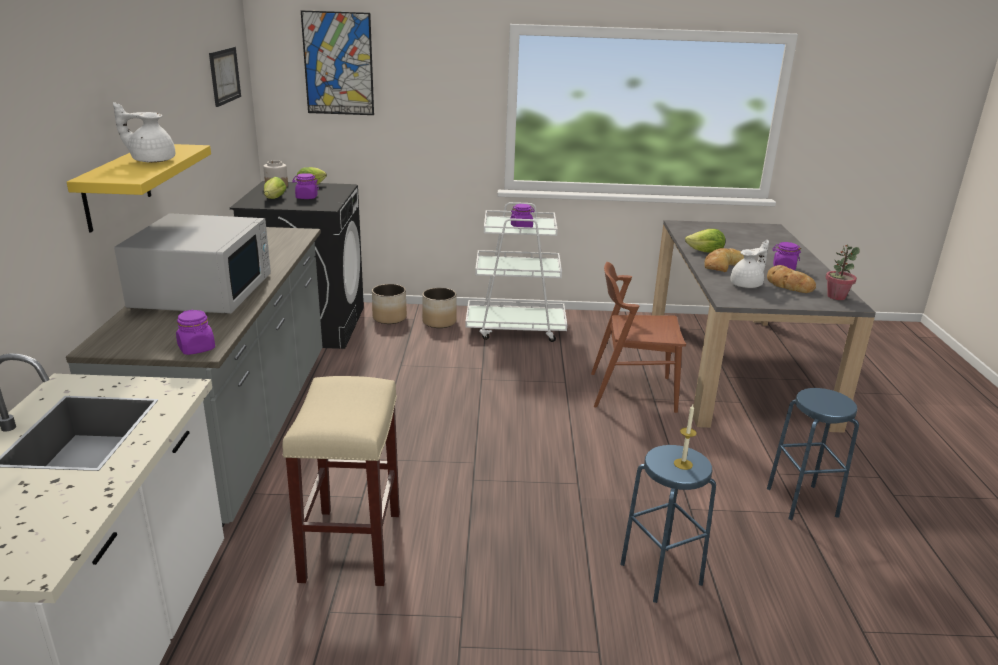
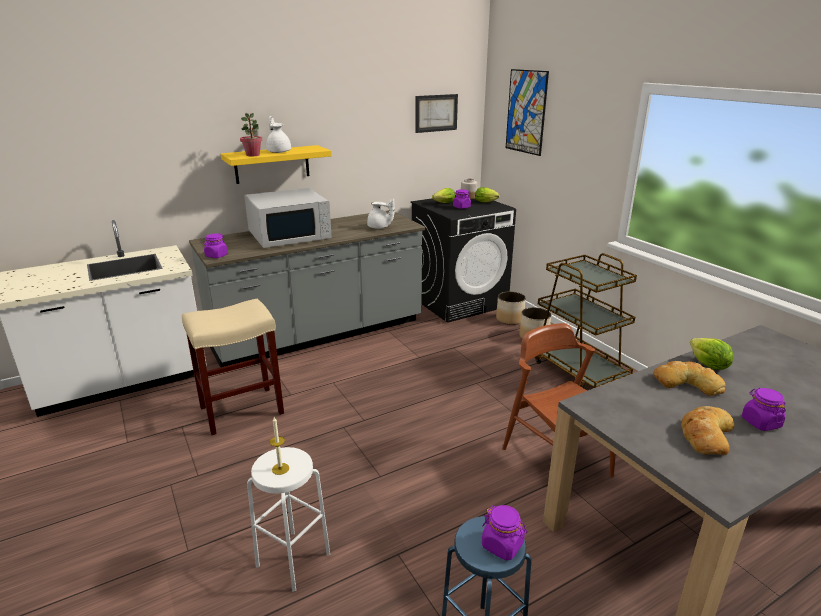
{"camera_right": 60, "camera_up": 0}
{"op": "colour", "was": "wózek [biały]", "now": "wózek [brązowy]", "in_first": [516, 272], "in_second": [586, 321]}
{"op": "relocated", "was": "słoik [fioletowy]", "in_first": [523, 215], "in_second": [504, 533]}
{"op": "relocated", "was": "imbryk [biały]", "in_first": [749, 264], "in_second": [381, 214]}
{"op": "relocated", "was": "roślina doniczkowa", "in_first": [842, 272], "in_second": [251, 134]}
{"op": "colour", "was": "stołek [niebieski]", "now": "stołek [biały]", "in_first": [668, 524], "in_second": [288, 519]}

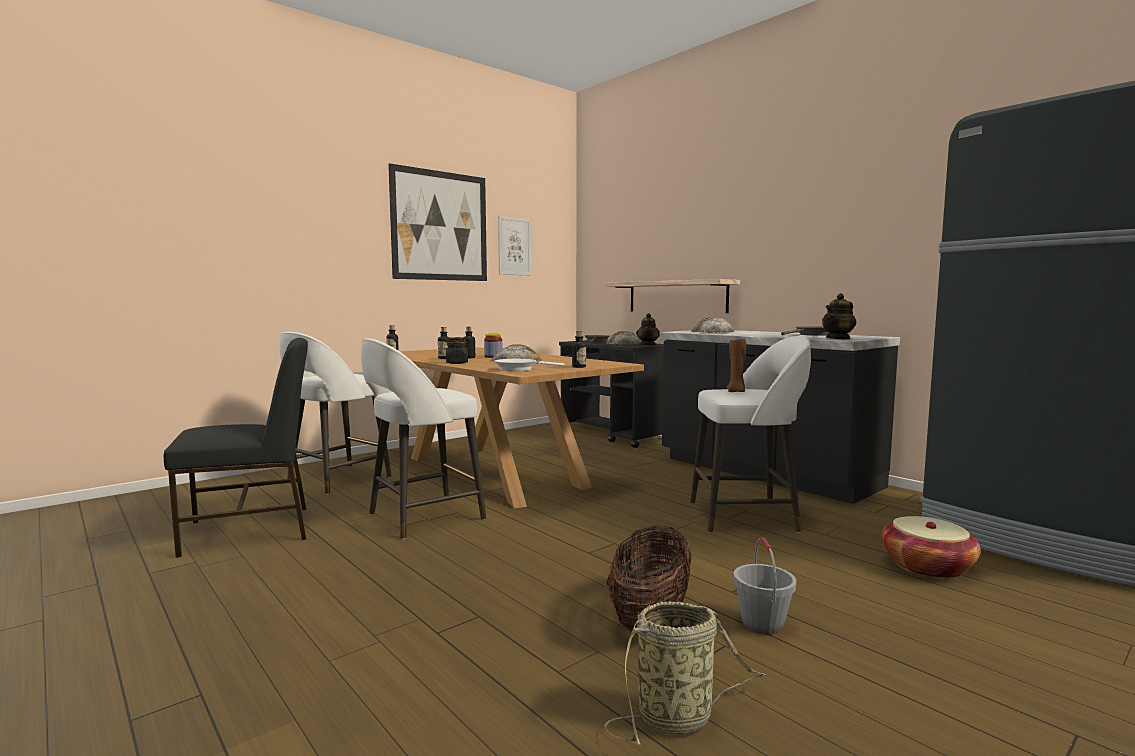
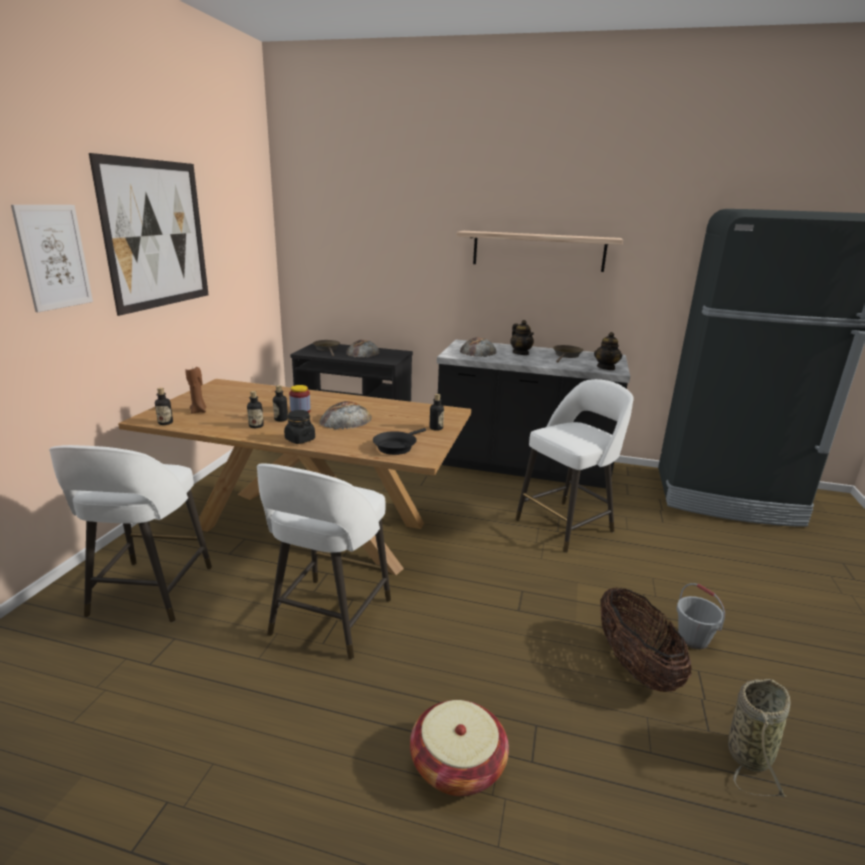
{"camera_right": -35, "camera_up": 15}
{"op": "relocated", "was": "obraz", "in_first": [514, 246], "in_second": [52, 258]}
{"op": "relocated", "was": "półka", "in_first": [672, 296], "in_second": [539, 251]}
{"op": "relocated", "was": "imbryk", "in_first": [648, 329], "in_second": [522, 337]}
{"op": "missing", "was": "krzesło [czarny]", "in_first": [236, 448]}
{"op": "relocated", "was": "świeca [brązowy]", "in_first": [736, 365], "in_second": [195, 390]}
{"op": "colour", "was": "patelnia [biały]", "now": "patelnia [czarny]", "in_first": [529, 365], "in_second": [399, 441]}
{"op": "relocated", "was": "koszyk", "in_first": [931, 547], "in_second": [459, 748]}

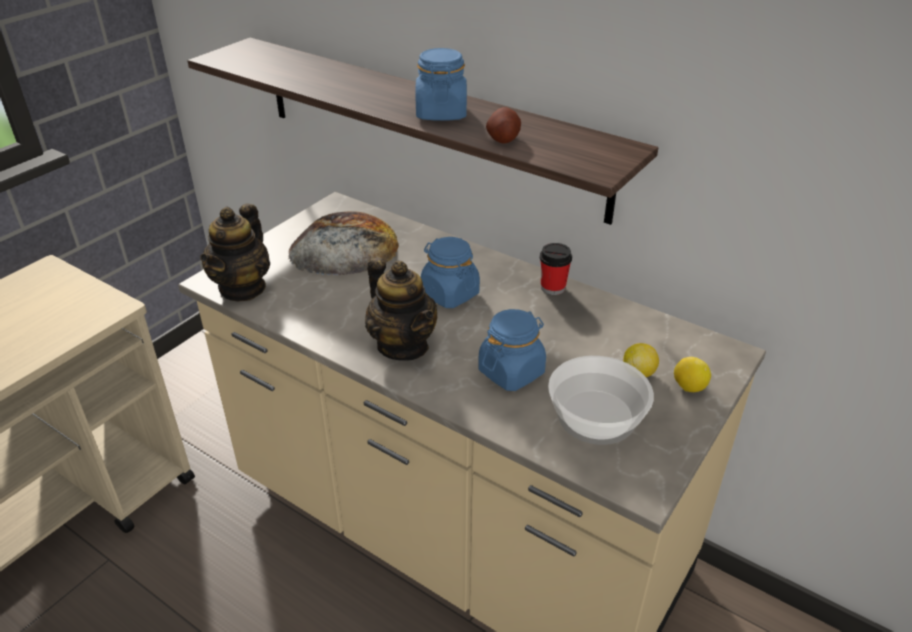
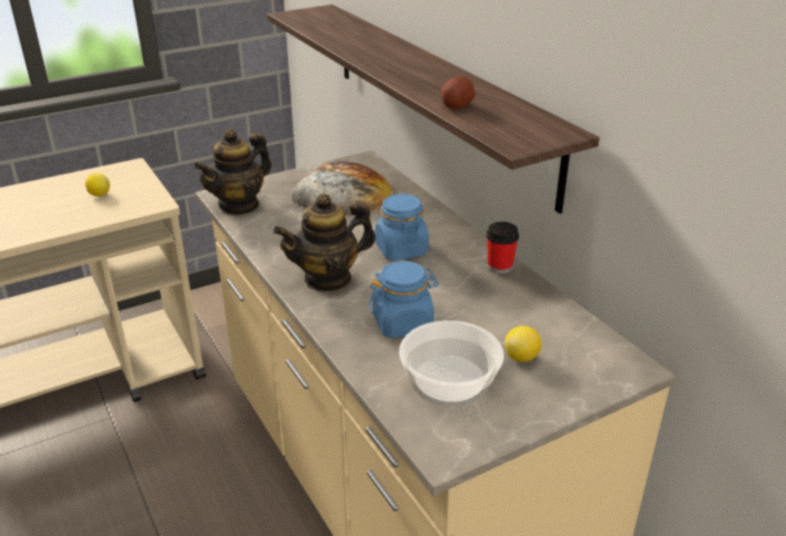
{"camera_right": 25, "camera_up": -5}
{"op": "missing", "was": "słoik [niebieski]", "in_first": [441, 84]}
{"op": "spun", "was": "imbryk", "in_first": [401, 309], "in_second": [324, 242], "clockwise": 75}
{"op": "relocated", "was": "cytryna", "in_first": [692, 374], "in_second": [97, 185]}

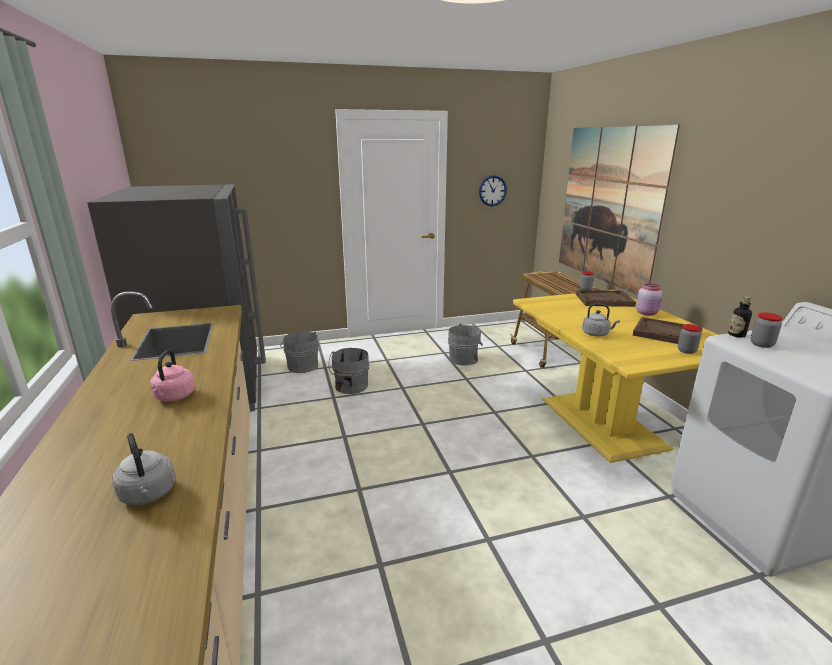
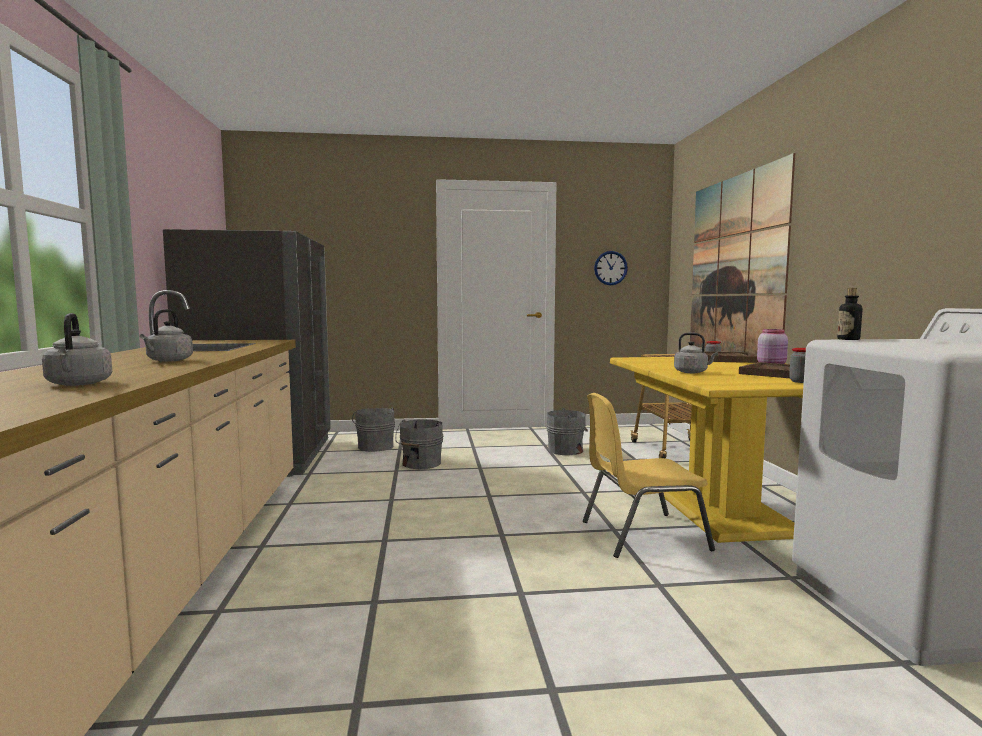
{"camera_right": 10, "camera_up": -15}
{"op": "missing", "was": "słoik", "in_first": [767, 330]}
{"op": "colour", "was": "czajnik [różowy]", "now": "czajnik [szary]", "in_first": [173, 376], "in_second": [166, 335]}
{"op": "appeared", "now": "krzesło [żółty]", "in_second": [649, 475]}

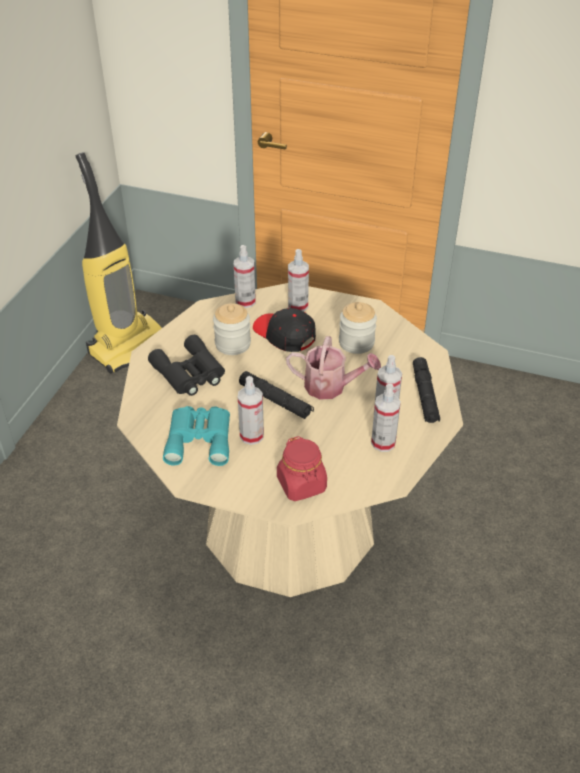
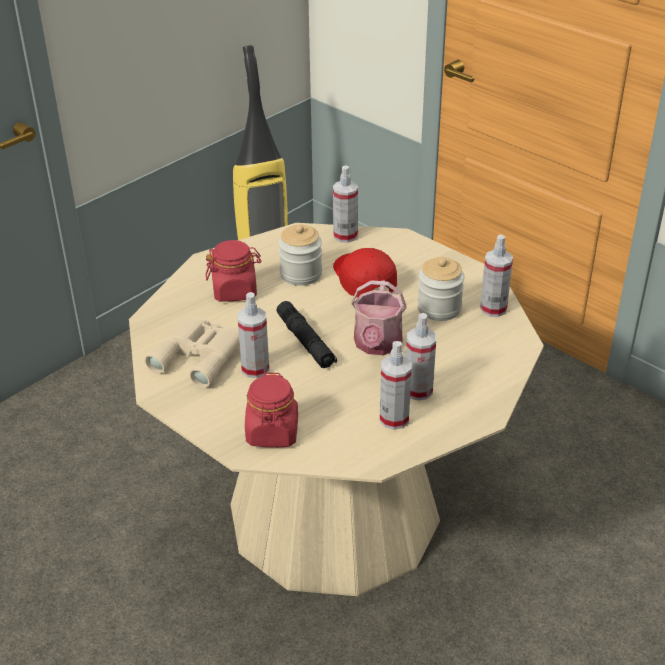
{"camera_right": 25, "camera_up": -5}
{"op": "relocated", "was": "spryskiwacz", "in_first": [298, 280], "in_second": [496, 276]}
{"op": "colour", "was": "czapka z daszkiem [czarny]", "now": "czapka z daszkiem [czerwony]", "in_first": [284, 330], "in_second": [365, 273]}
{"op": "exchanged", "was": "lornetka [czarny]", "now": "słoik [czerwony]", "in_first": [186, 365], "in_second": [234, 271]}
{"op": "spun", "was": "konewka", "in_first": [333, 368], "in_second": [379, 317], "clockwise": 60}
{"op": "missing", "was": "latarka [czarny]", "in_first": [426, 390]}
{"op": "colour", "was": "lornetka [turkusowy]", "now": "lornetka [beżowy]", "in_first": [196, 436], "in_second": [192, 352]}

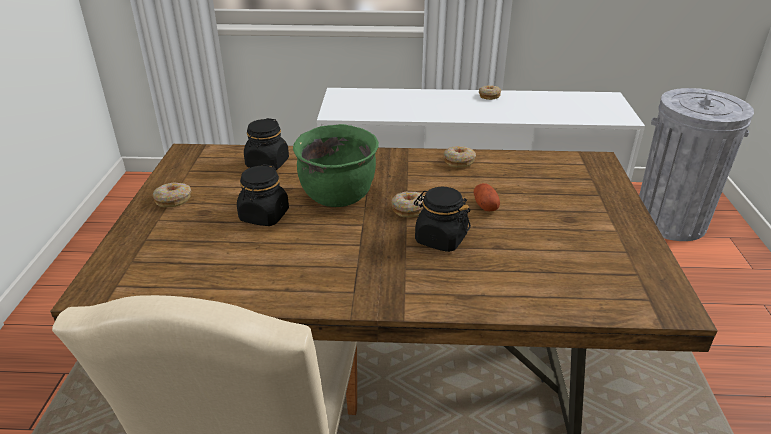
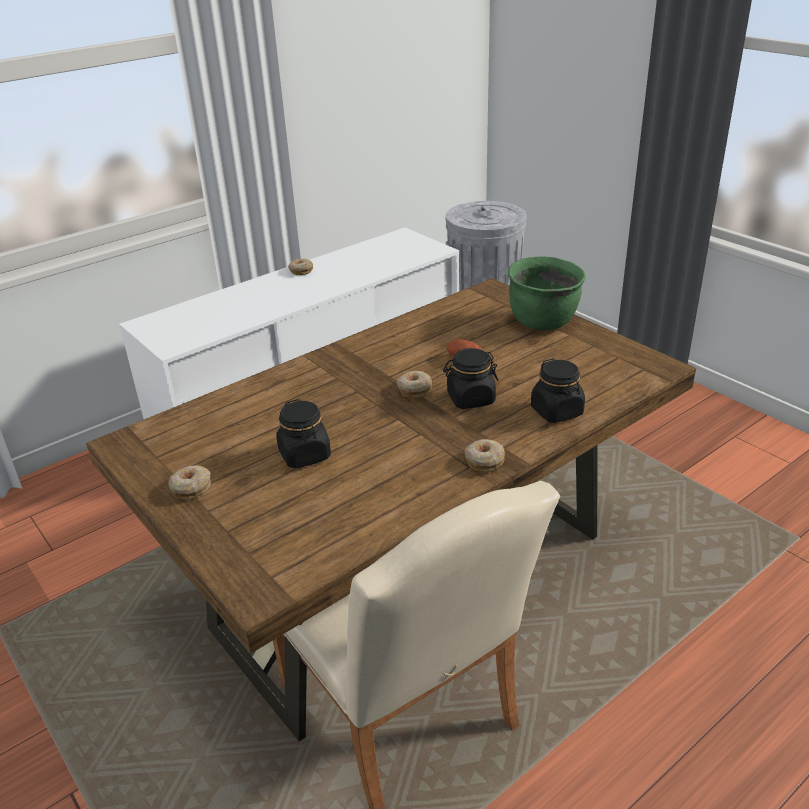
{"camera_right": -40, "camera_up": 0}
{"op": "relocated", "was": "słoik [czarny]", "in_first": [266, 144], "in_second": [558, 390]}
{"op": "relocated", "was": "garnek [zielony]", "in_first": [336, 165], "in_second": [547, 293]}
{"op": "relocated", "was": "donut", "in_first": [459, 156], "in_second": [485, 455]}

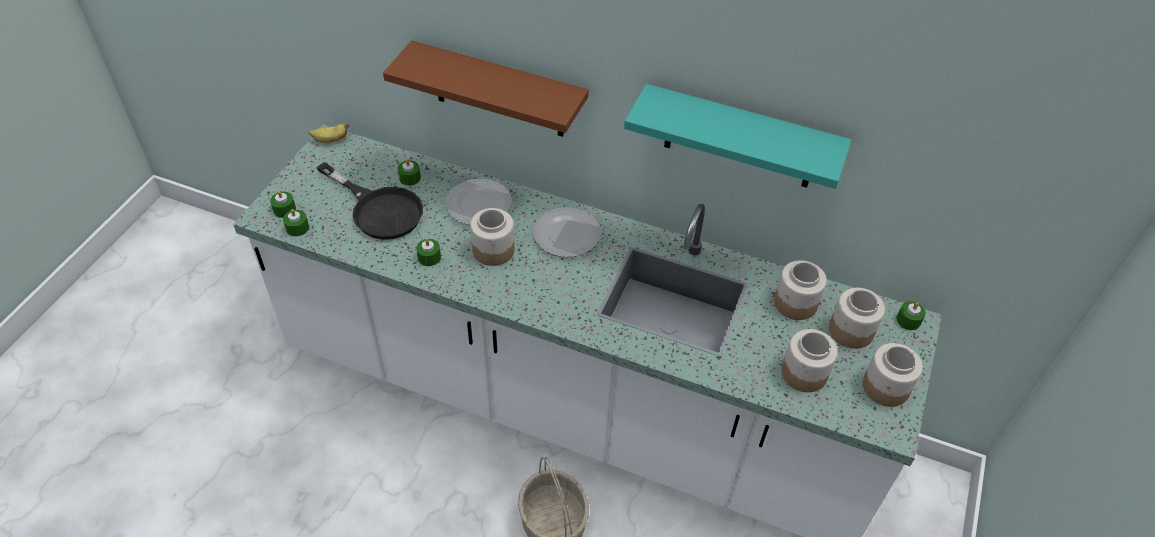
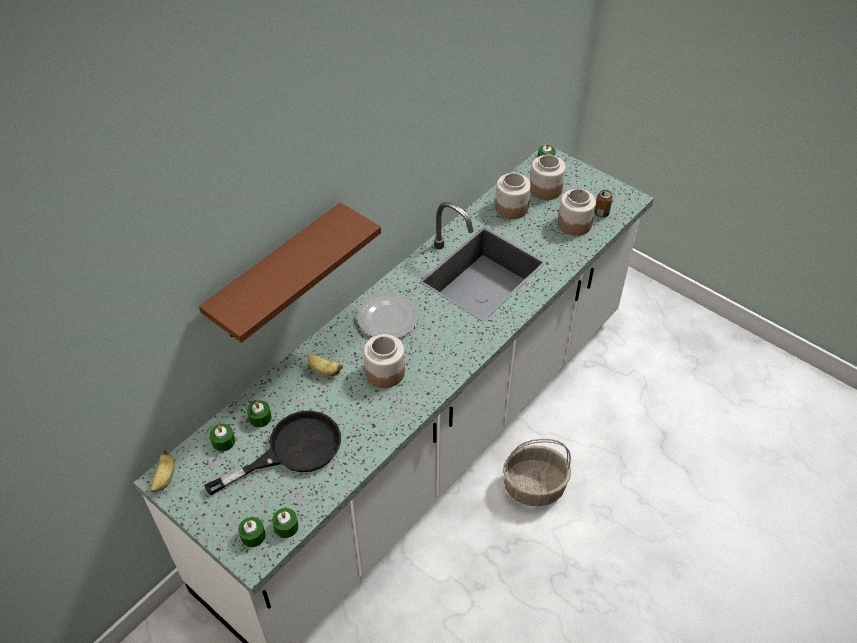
{"camera_right": -70, "camera_up": 0}
{"op": "missing", "was": "półka [turkusowy]", "in_first": [738, 136]}
{"op": "exchanged", "was": "talerz", "now": "banan", "in_first": [479, 202], "in_second": [325, 364]}
{"op": "relocated", "was": "świeca [zielony]", "in_first": [428, 252], "in_second": [222, 437]}
{"op": "missing", "was": "słoik", "in_first": [893, 375]}
{"op": "appeared", "now": "puszka", "in_second": [603, 204]}

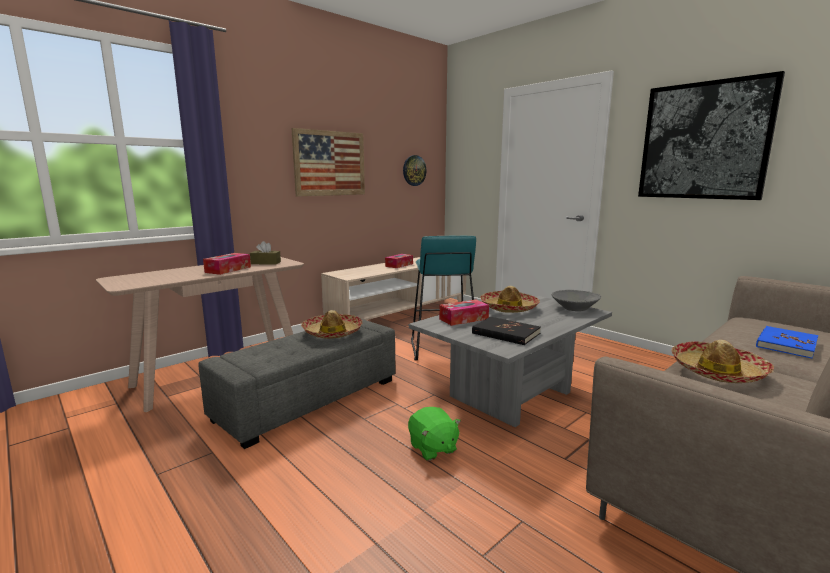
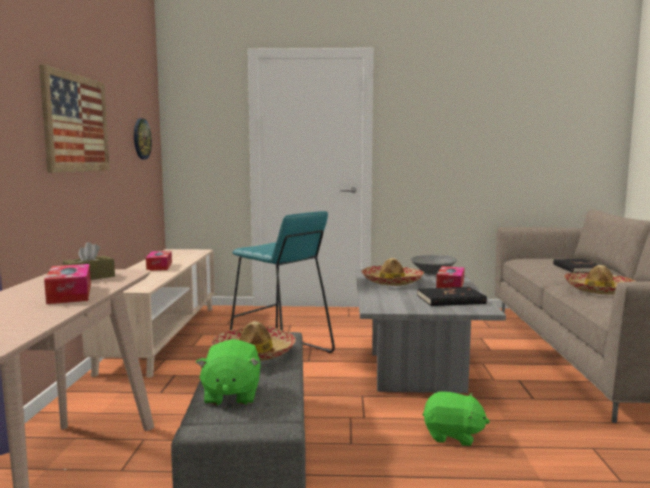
{"camera_right": -45, "camera_up": -5}
{"op": "missing", "was": "obraz", "in_first": [711, 135]}
{"op": "relocated", "was": "pudełko chusteczek", "in_first": [464, 313], "in_second": [450, 277]}
{"op": "colour", "was": "książka [niebieski]", "now": "książka [czarny]", "in_first": [787, 342], "in_second": [575, 266]}
{"op": "appeared", "now": "pluszak [zielony]", "in_second": [228, 372]}

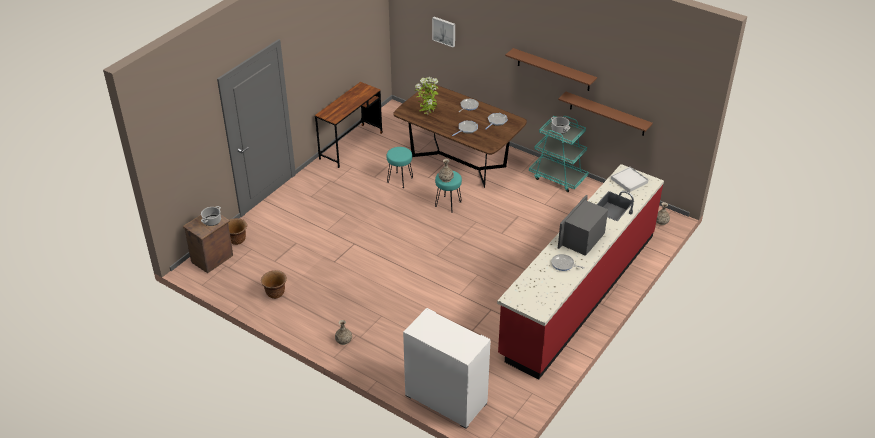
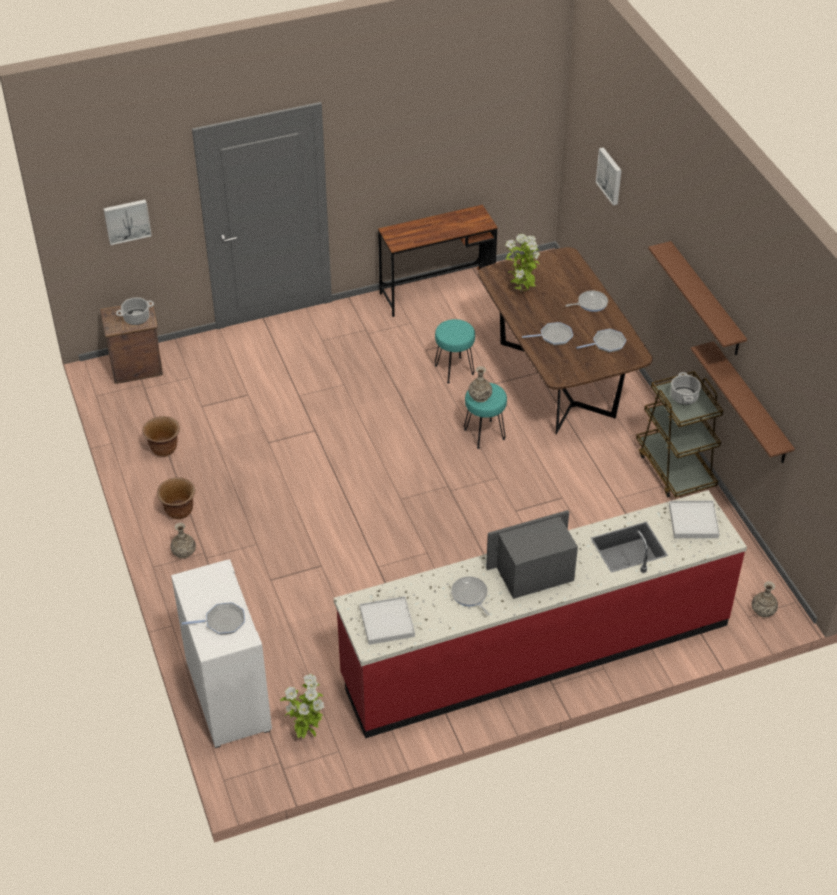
{"camera_right": 35, "camera_up": 5}
{"op": "colour", "was": "wózek [turkusowy]", "now": "wózek [brązowy]", "in_first": [559, 154], "in_second": [679, 434]}
{"op": "relocated", "was": "donica [brązowy]", "in_first": [237, 231], "in_second": [176, 498]}
{"op": "appeared", "now": "obraz", "in_second": [127, 222]}
{"op": "appeared", "now": "taca [biały]", "in_second": [387, 620]}
{"op": "appeared", "now": "patelnia", "in_second": [213, 618]}
{"op": "appeared", "now": "roślina doniczkowa", "in_second": [302, 706]}

